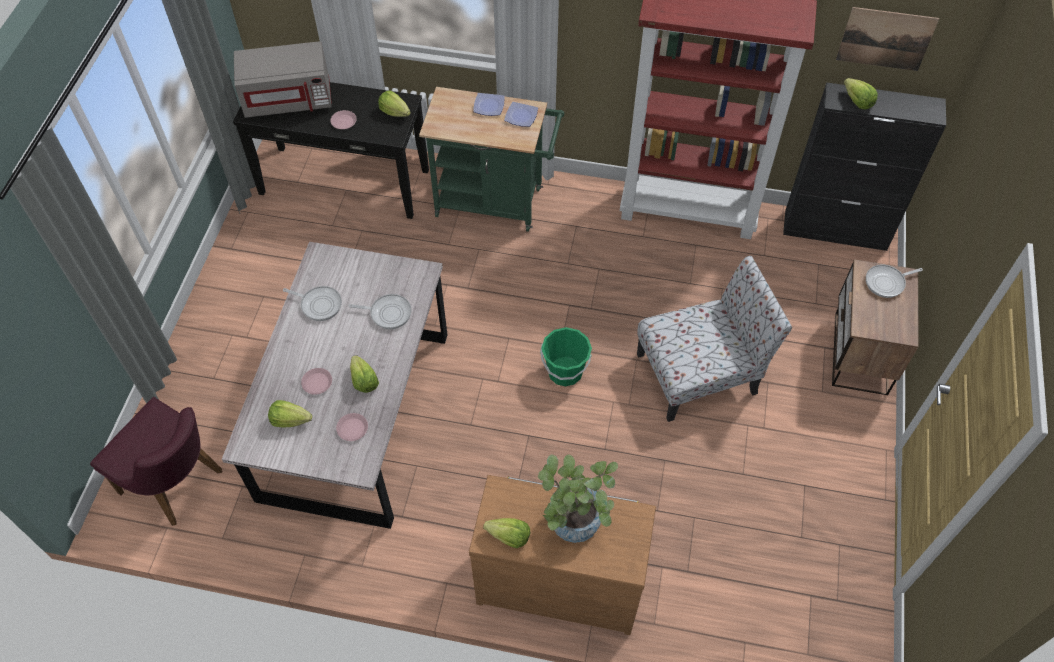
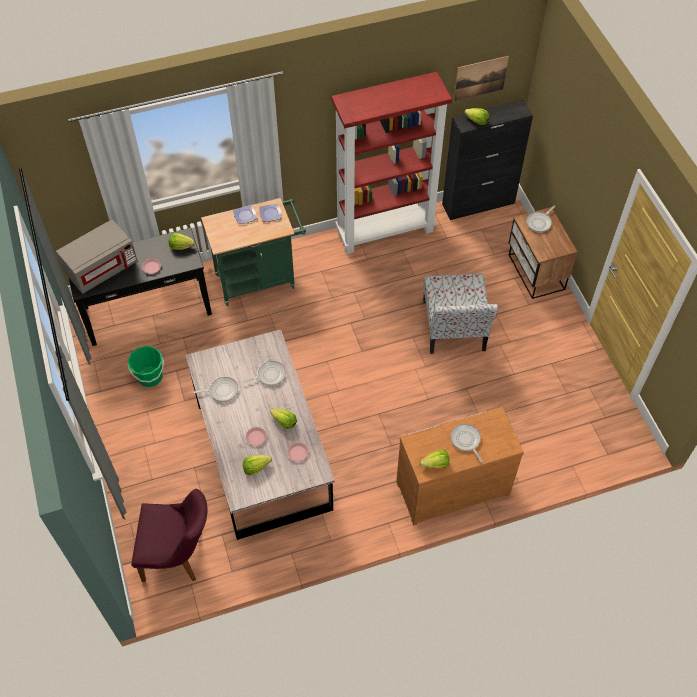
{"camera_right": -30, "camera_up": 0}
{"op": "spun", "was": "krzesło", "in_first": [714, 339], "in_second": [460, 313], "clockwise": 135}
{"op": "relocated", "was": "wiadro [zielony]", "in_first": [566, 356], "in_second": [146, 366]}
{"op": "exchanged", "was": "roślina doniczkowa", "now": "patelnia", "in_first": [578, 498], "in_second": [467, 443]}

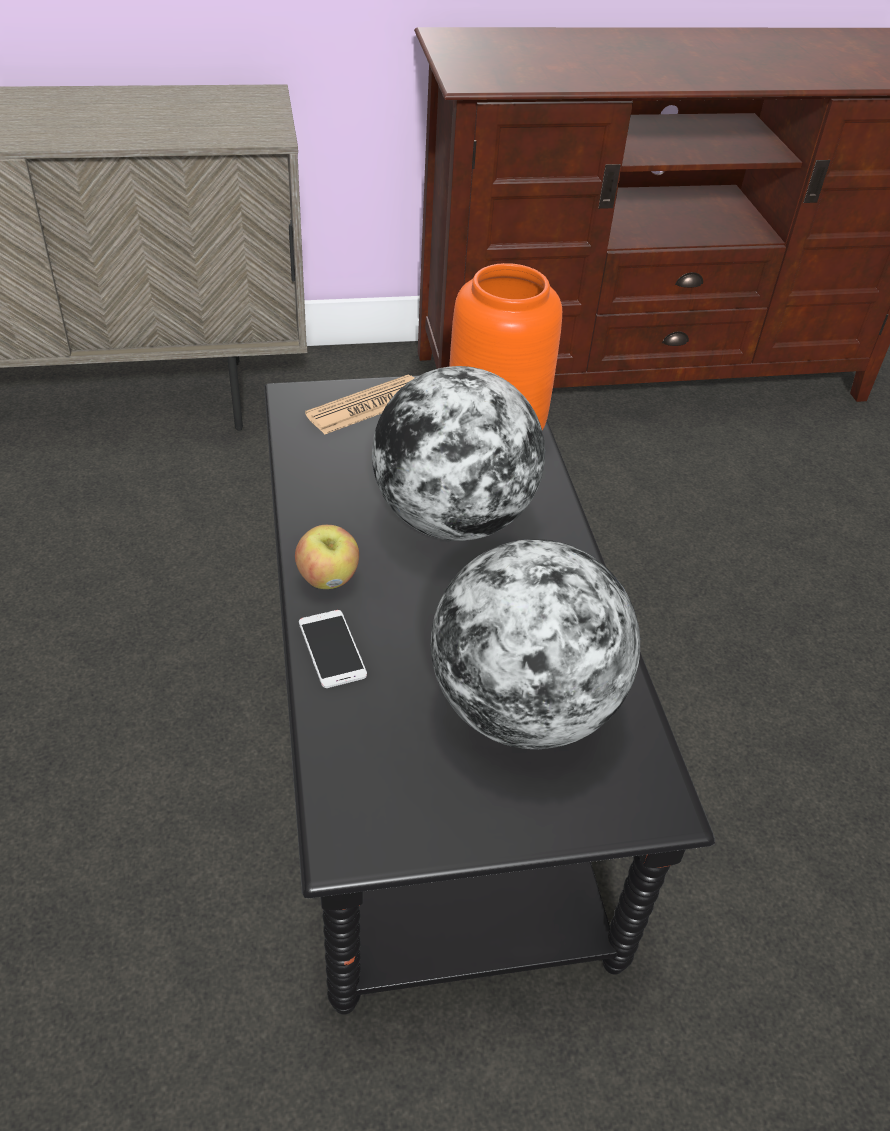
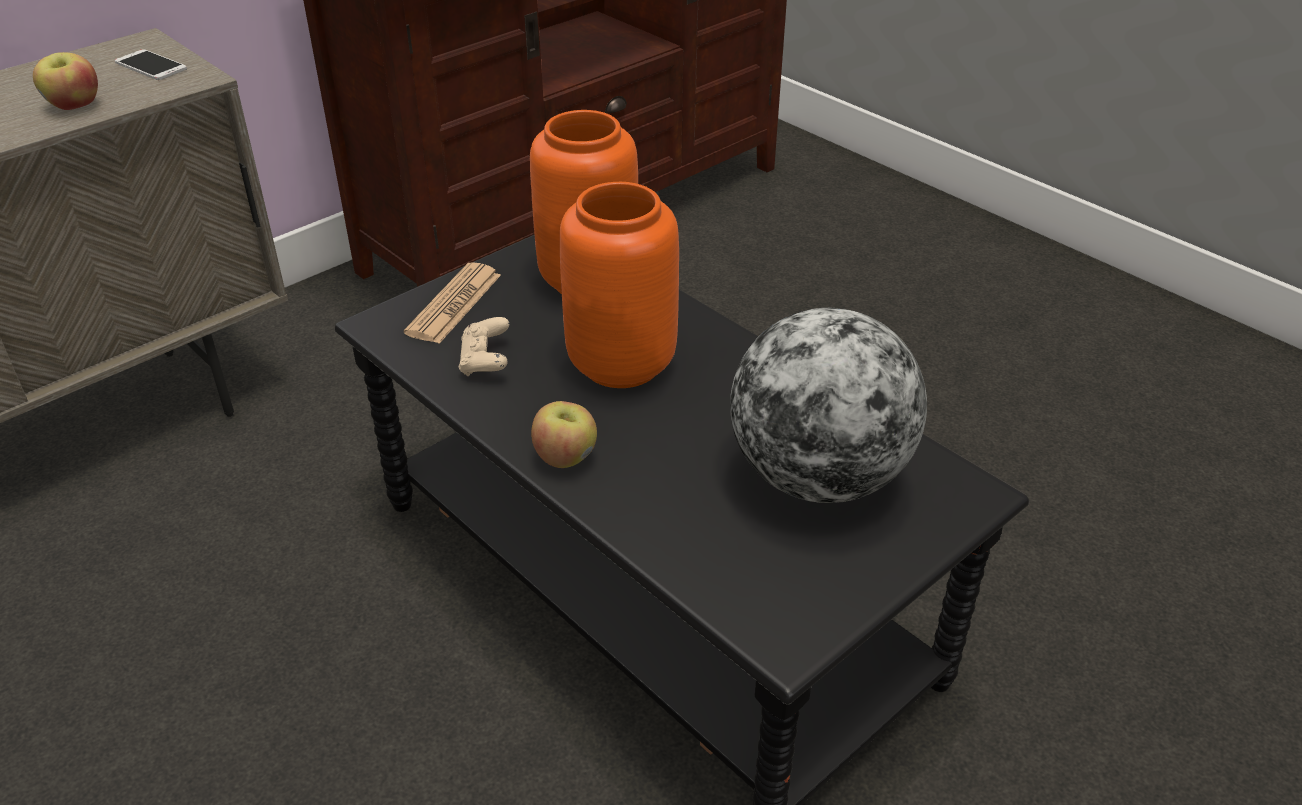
{"camera_right": -30, "camera_up": -5}
{"op": "exchanged", "was": "globus", "now": "wazon [pomarańczowy]", "in_first": [458, 453], "in_second": [619, 285]}
{"op": "relocated", "was": "telefon", "in_first": [333, 649], "in_second": [151, 64]}
{"op": "appeared", "now": "jabłko", "in_second": [65, 81]}
{"op": "appeared", "now": "pad do gier [beżowy]", "in_second": [484, 346]}

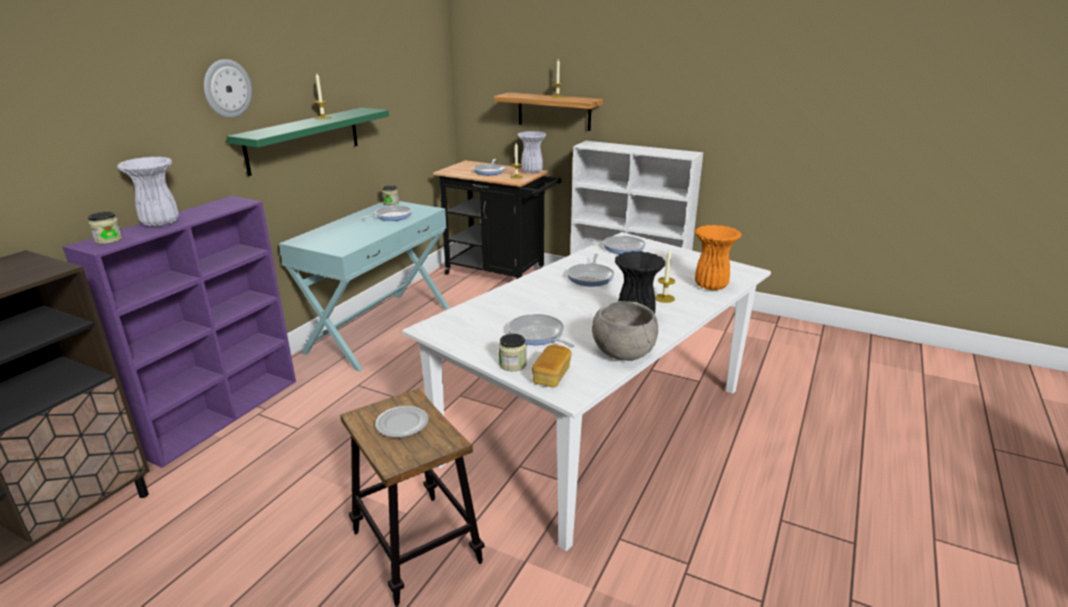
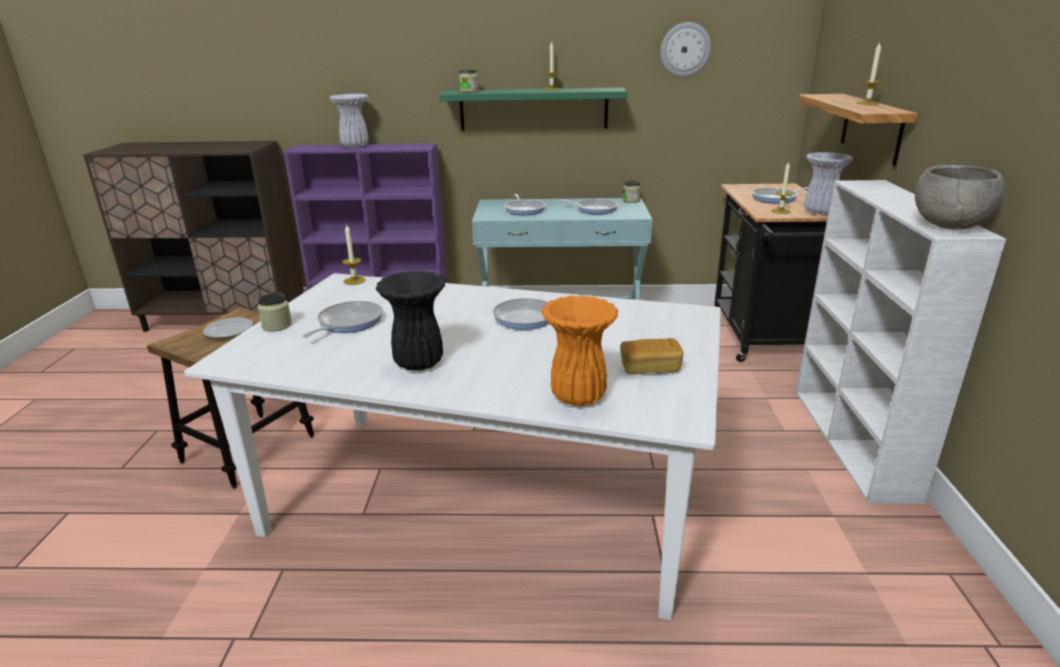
{"camera_right": 65, "camera_up": 0}
{"op": "relocated", "was": "zegar ścienny", "in_first": [228, 88], "in_second": [685, 49]}
{"op": "relocated", "was": "słoik", "in_first": [105, 228], "in_second": [468, 81]}
{"op": "relocated", "was": "patelnia", "in_first": [613, 245], "in_second": [525, 204]}
{"op": "relocated", "was": "świeca", "in_first": [665, 276], "in_second": [354, 255]}
{"op": "relocated", "was": "miska [szary]", "in_first": [625, 331], "in_second": [960, 197]}
{"op": "relocated", "was": "chleb", "in_first": [552, 366], "in_second": [652, 356]}

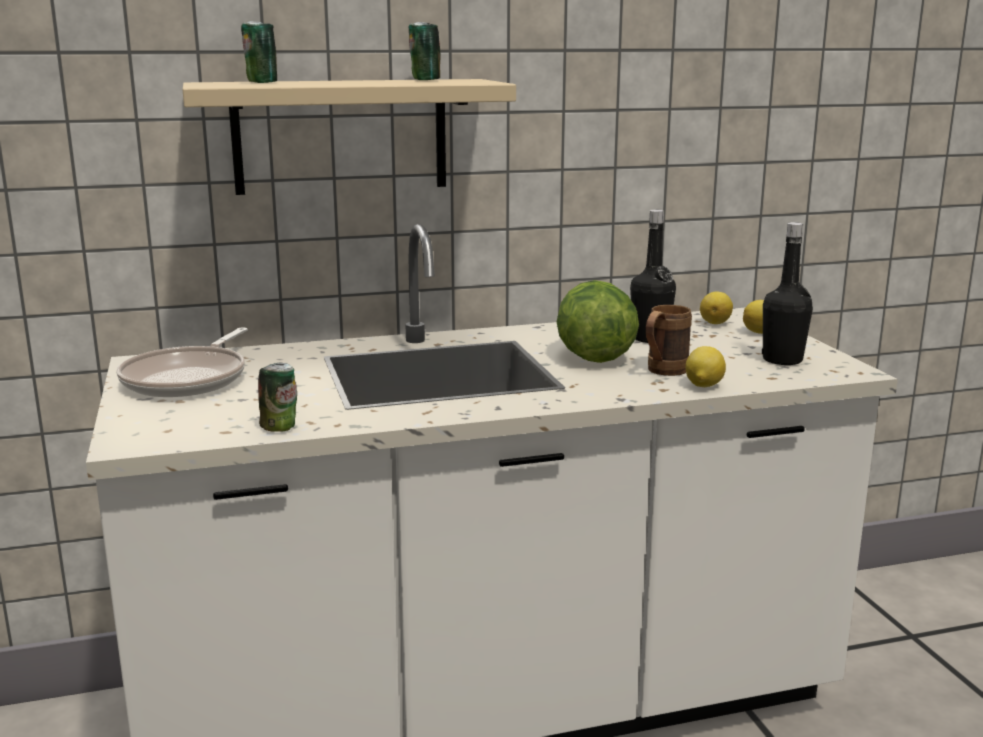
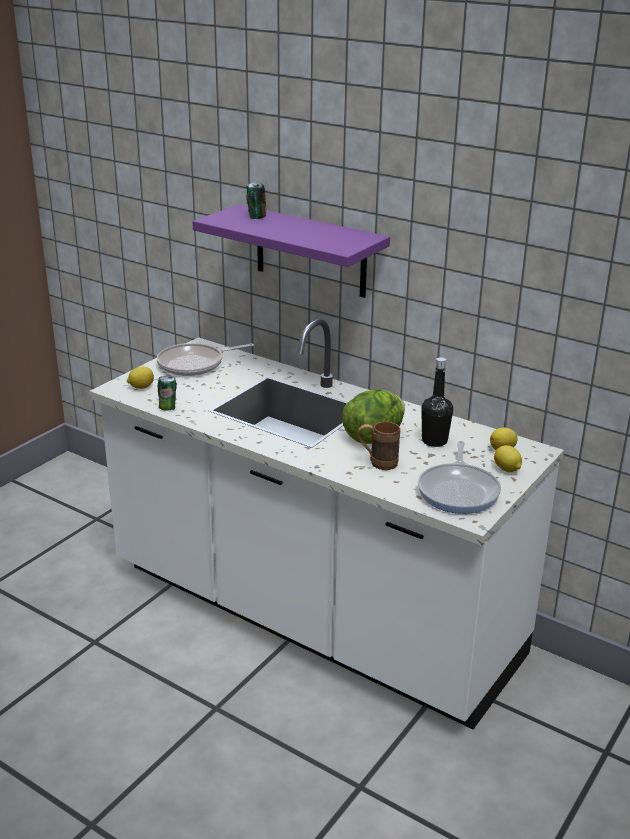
{"camera_right": 50, "camera_up": 10}
{"op": "missing", "was": "puszka", "in_first": [424, 51]}
{"op": "colour", "was": "półka [beżowy]", "now": "półka [fioletowy]", "in_first": [349, 137], "in_second": [291, 251]}
{"op": "exchanged", "was": "butelka [czarny]", "now": "patelnia", "in_first": [787, 293], "in_second": [459, 477]}
{"op": "relocated", "was": "cytryna", "in_first": [705, 366], "in_second": [140, 377]}

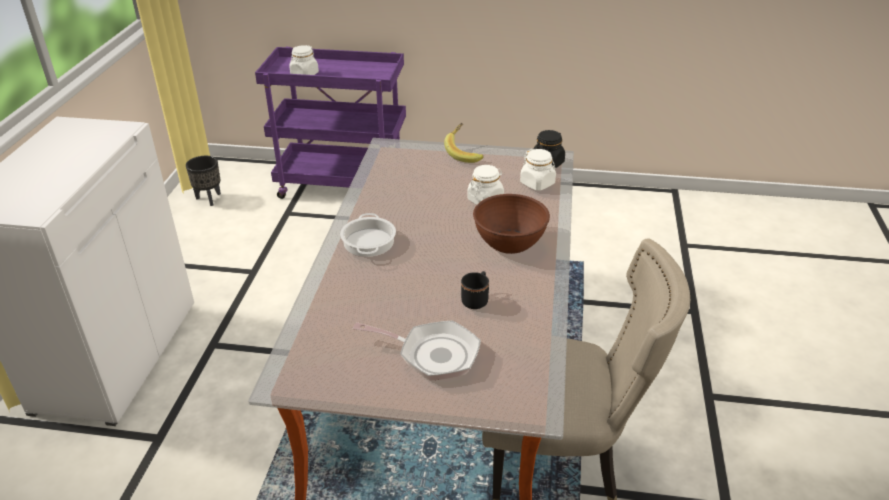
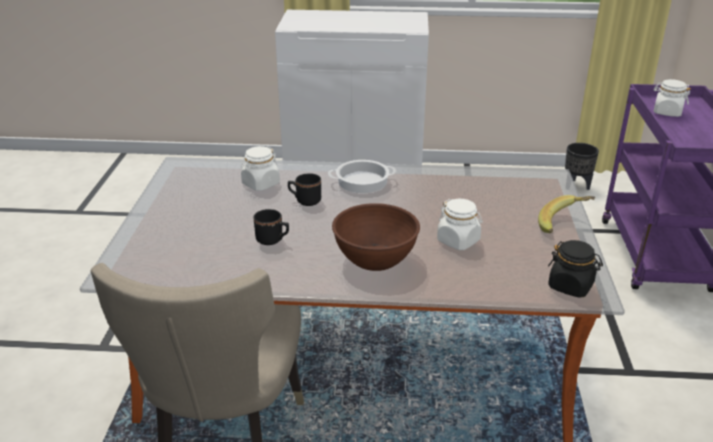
{"camera_right": 85, "camera_up": -5}
{"op": "relocated", "was": "słoik [biały]", "in_first": [538, 170], "in_second": [260, 168]}
{"op": "missing", "was": "patelnia", "in_first": [417, 351]}
{"op": "appeared", "now": "kubek [czarny]", "in_second": [304, 189]}

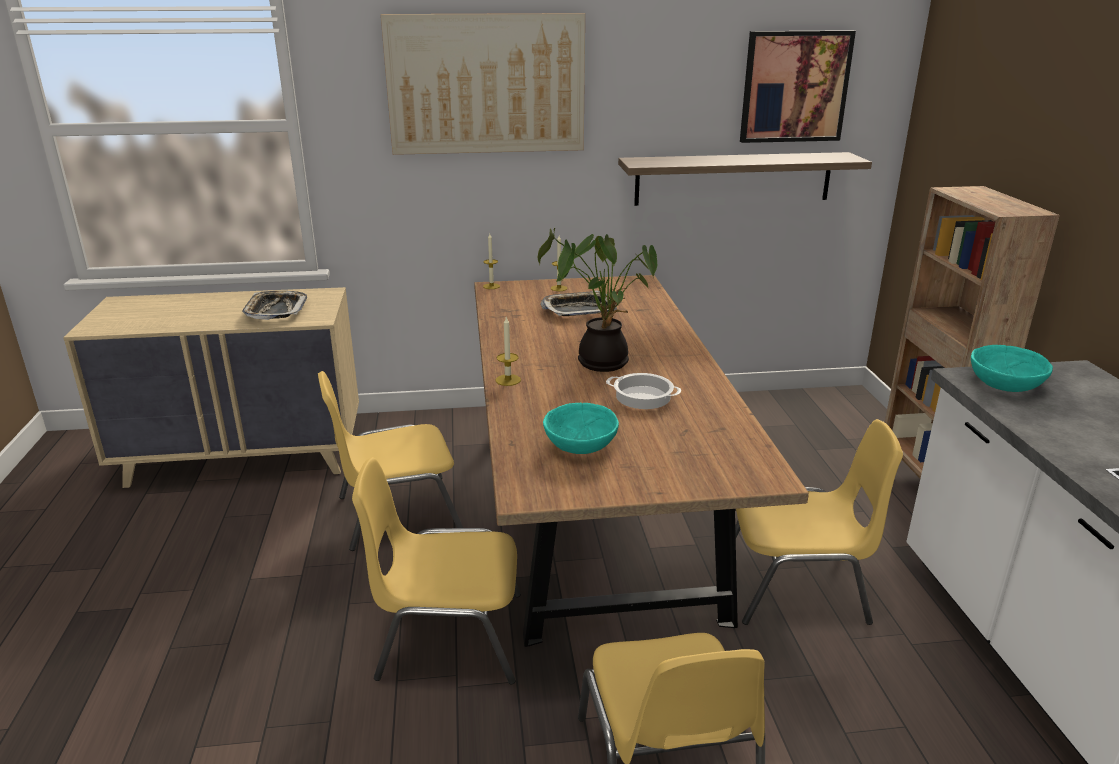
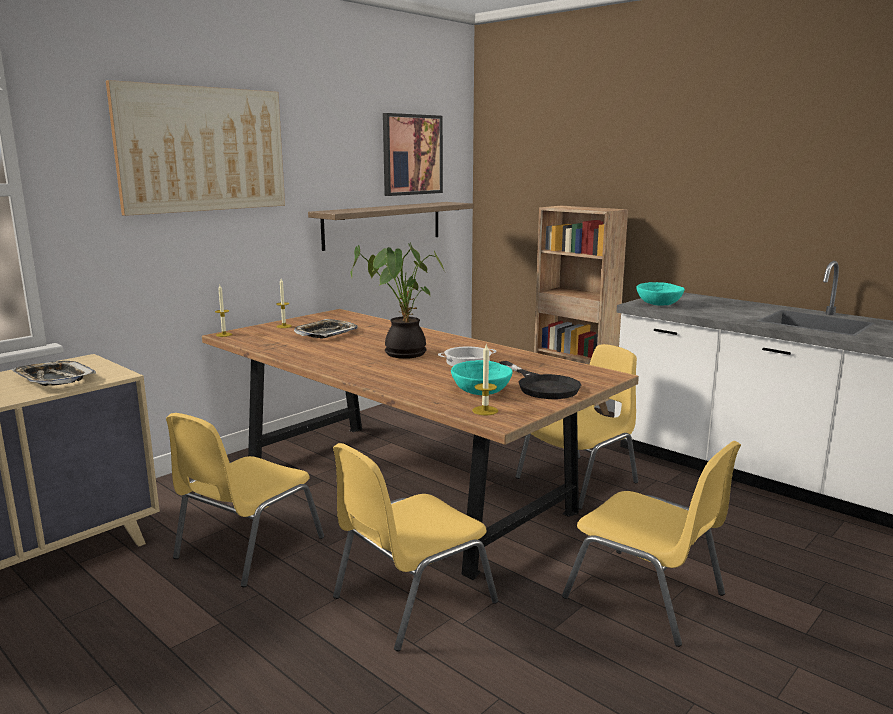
{"camera_right": -40, "camera_up": -10}
{"op": "relocated", "was": "świeca", "in_first": [508, 351], "in_second": [485, 379]}
{"op": "appeared", "now": "patelnia [czarny]", "in_second": [540, 380]}

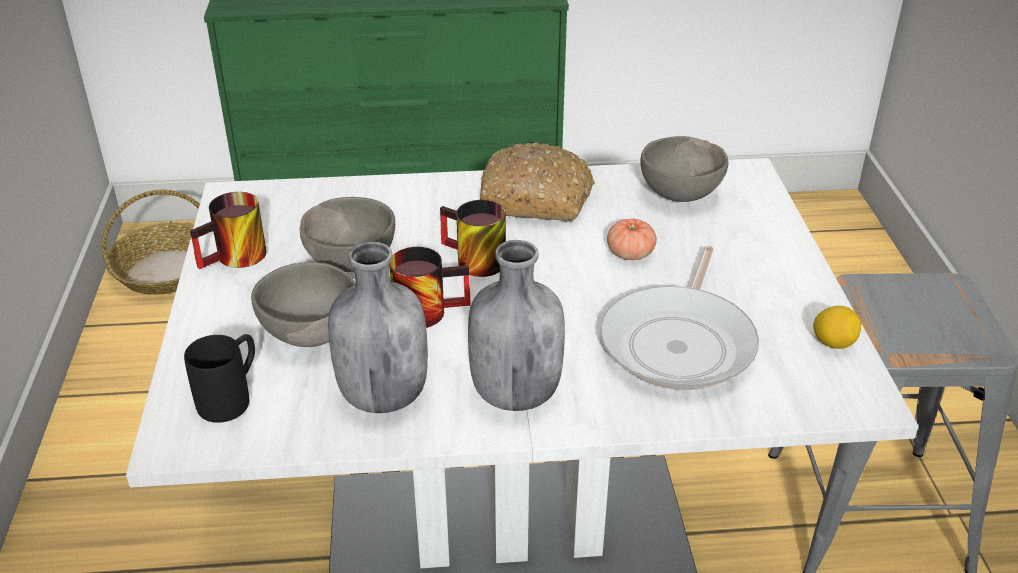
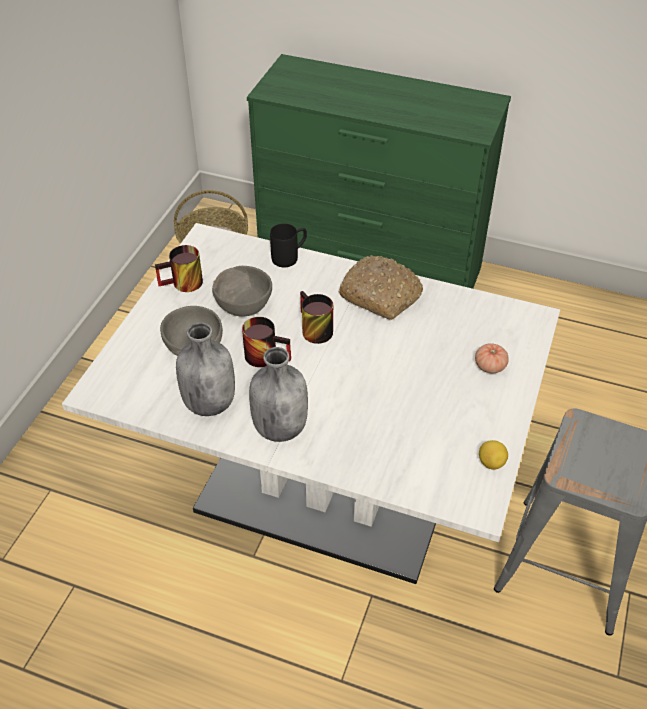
{"camera_right": 25, "camera_up": 10}
{"op": "missing", "was": "miska [szary]", "in_first": [684, 169]}
{"op": "relocated", "was": "pomidor", "in_first": [632, 239], "in_second": [492, 358]}
{"op": "missing", "was": "patelnia", "in_first": [679, 318]}
{"op": "relocated", "was": "kubek [czarny]", "in_first": [219, 378], "in_second": [288, 245]}

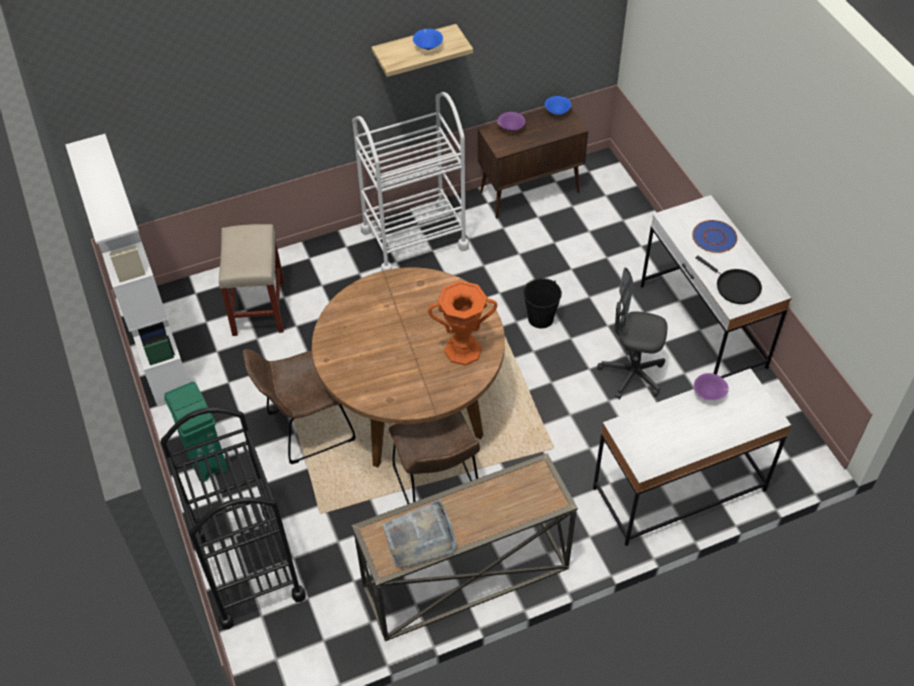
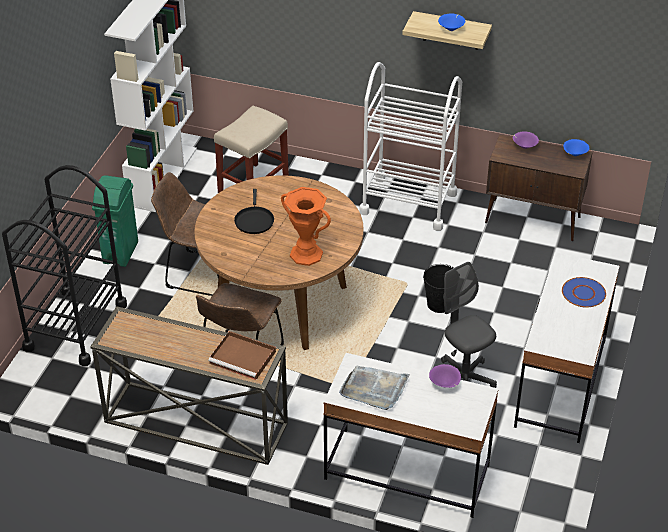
{"camera_right": 40, "camera_up": -10}
{"op": "relocated", "was": "patelnia [czarny]", "in_first": [729, 280], "in_second": [254, 211]}
{"op": "relocated", "was": "taca [szary]", "in_first": [419, 533], "in_second": [374, 388]}
{"op": "appeared", "now": "taca [brązowy]", "in_second": [242, 355]}

